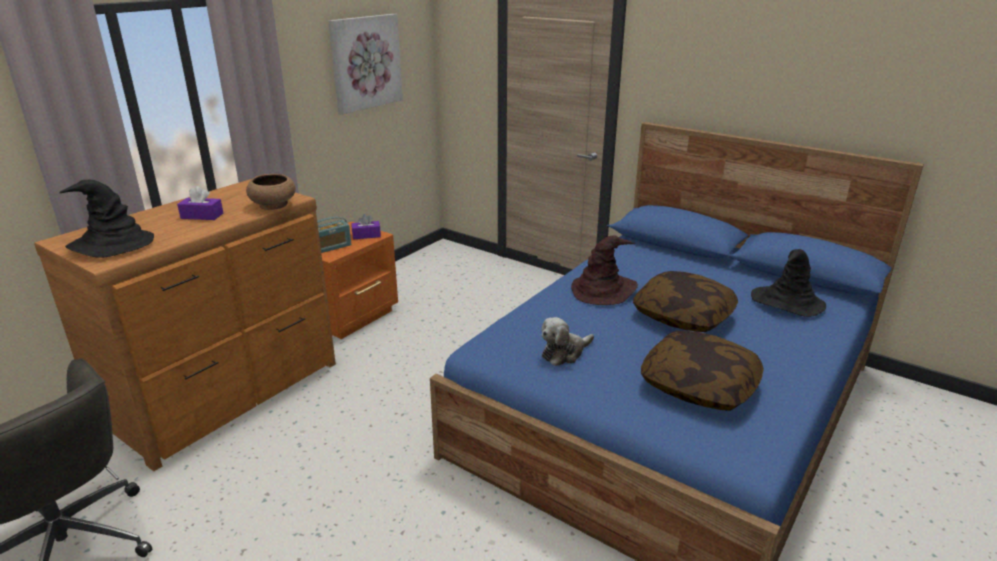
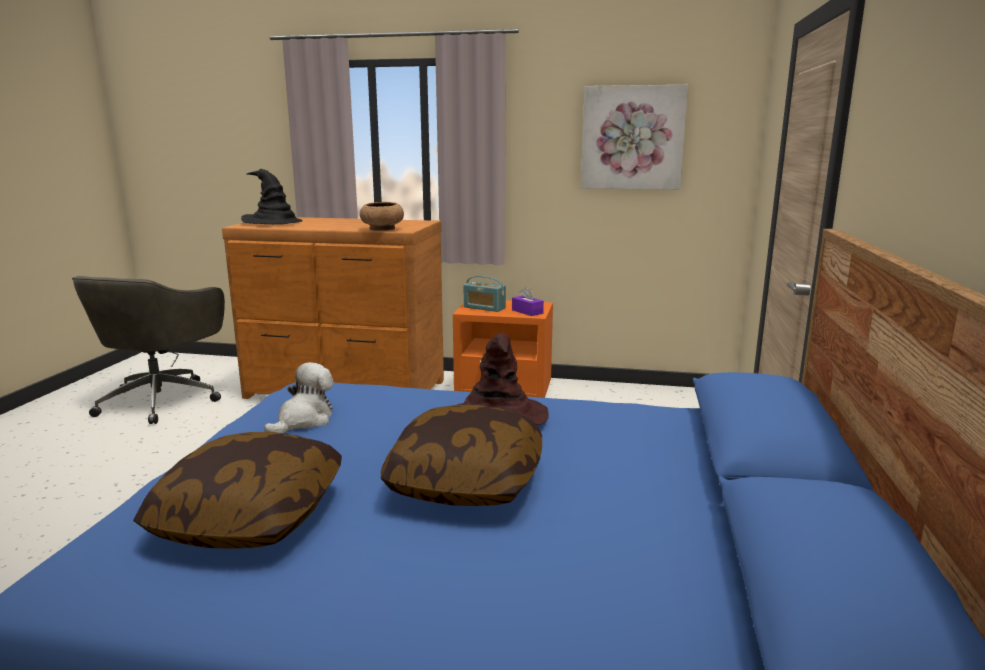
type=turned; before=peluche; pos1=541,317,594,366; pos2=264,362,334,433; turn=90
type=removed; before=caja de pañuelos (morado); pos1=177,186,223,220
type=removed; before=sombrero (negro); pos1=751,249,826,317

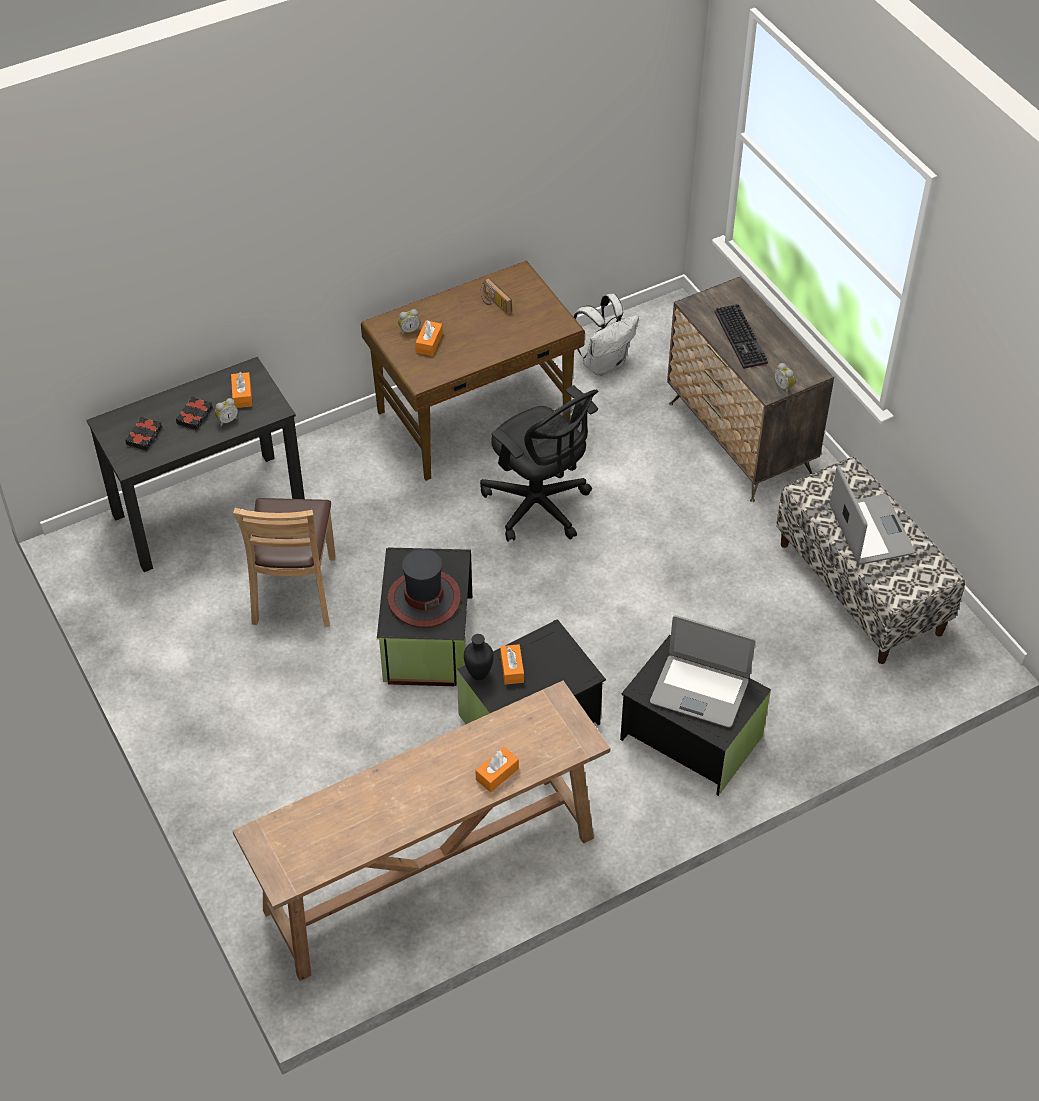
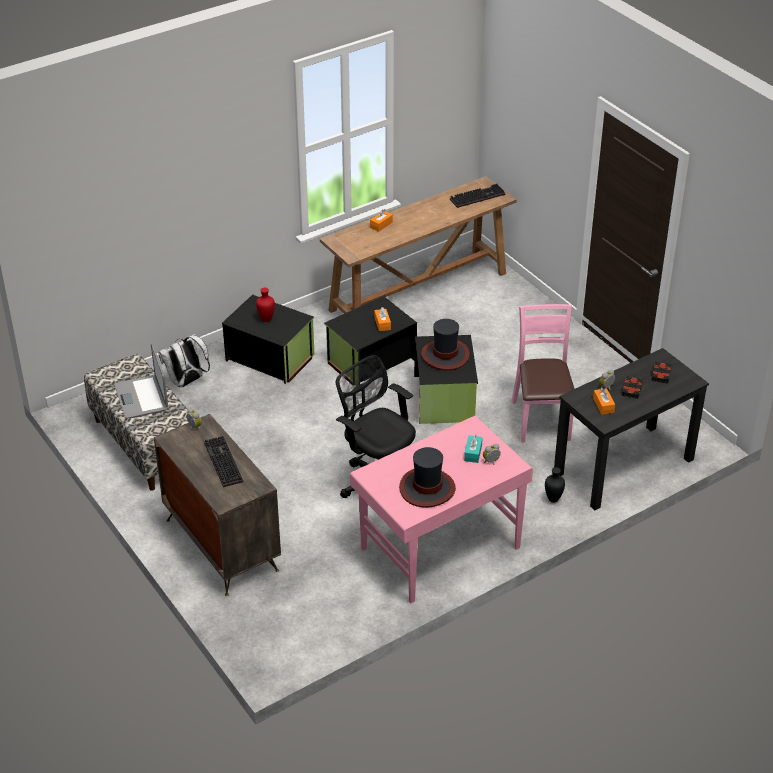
type=moved; before=mochila (blanco); pos1=574,294,639,376; pos2=158,334,210,388
type=replaced; before=portátil; after=florero (rojo); pos1=650,615,755,727; pos2=256,288,275,322
type=recoloured; before=escritorio (marrón); after=escritorio (rosa); pos1=361,261,585,481; pos2=350,416,533,604
type=replaced; before=radio; after=sombrero; pos1=480,278,512,314; pos2=399,447,456,508
type=added; after=teclado; pos2=450,184,505,208
type=recoloured; before=caja de pañuelos (naranja); after=caja de pañuelos (turquesa); pos1=415,320,443,356; pos2=464,435,483,463
type=recoloured; before=silla (marrón); after=silla (rosa); pos1=233,498,336,627; pos2=512,304,574,443
type=moved; before=florero (negro); pos1=464,634,494,680; pos2=545,467,565,503

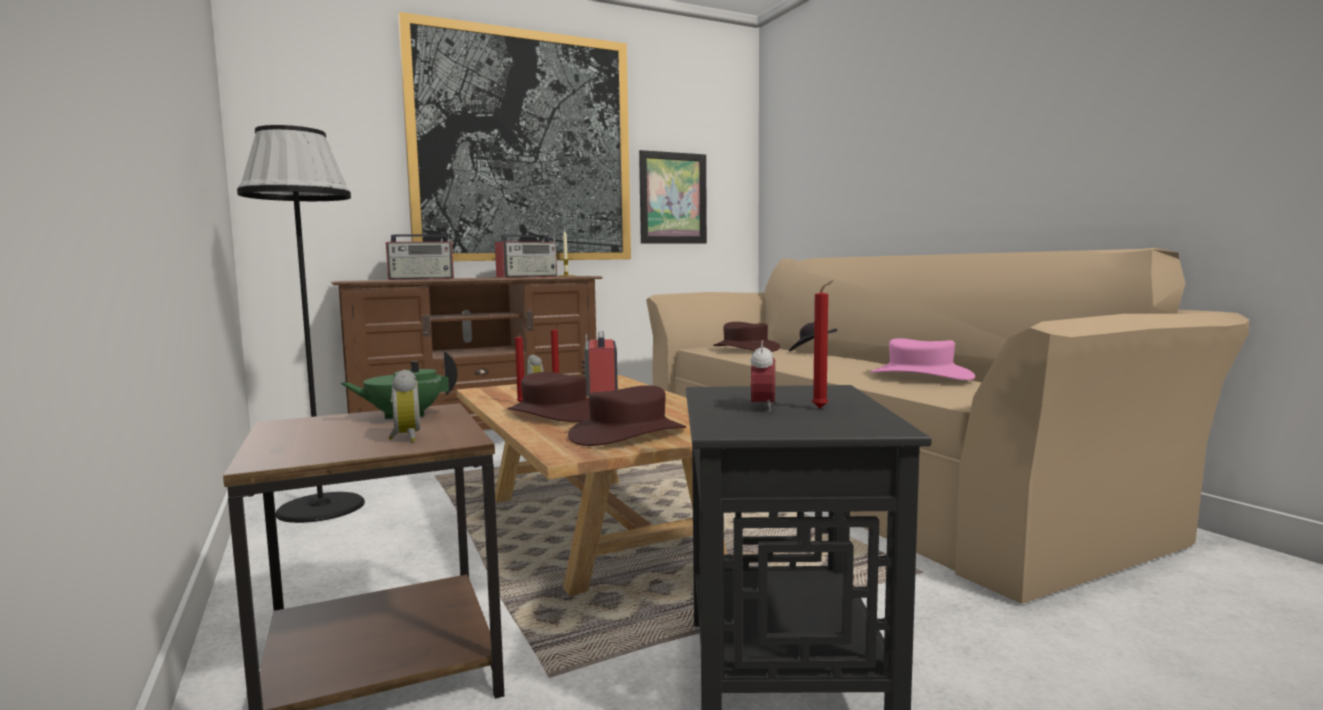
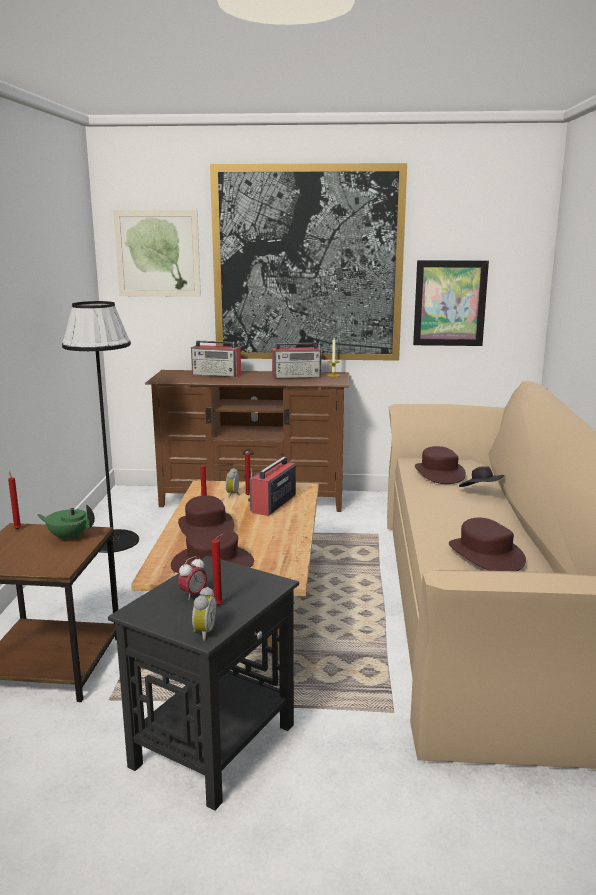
type=added; after=vela (rojo); pos2=8,471,21,529
type=added; after=cuadro; pos2=113,210,201,297
type=moved; before=despertador; pos1=389,370,420,442; pos2=192,587,217,641
type=recoloured; before=sombrero (rosa); after=sombrero (marrón); pos1=870,338,975,380; pos2=449,518,526,571

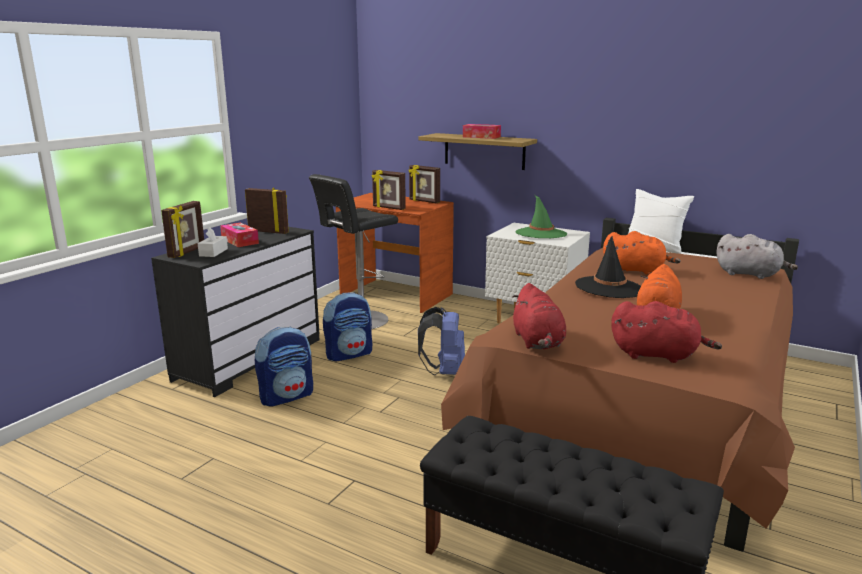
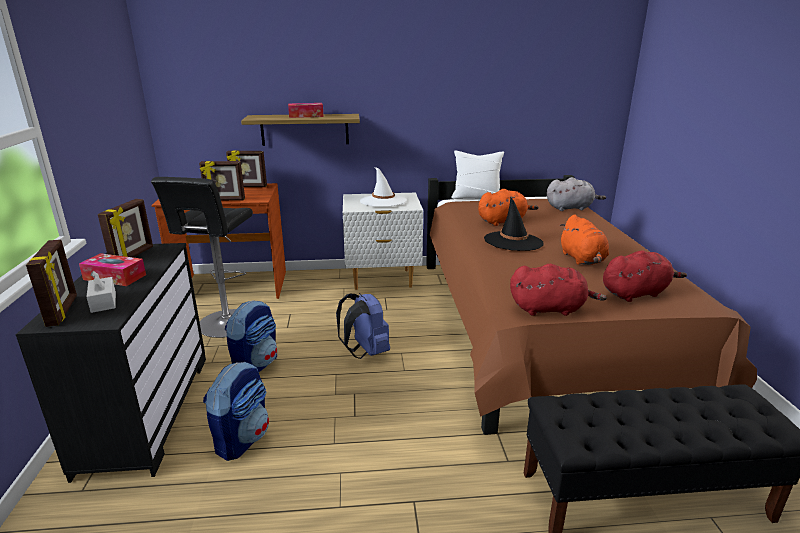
type=turned; before=portarretratos; pos1=245,188,289,234; pos2=98,199,153,257; turn=120
type=recoloured; before=sombrero (verde); after=sombrero (blanco); pos1=515,195,567,238; pos2=360,167,407,207
type=turned; before=peluche (rojo); pos1=512,283,566,349; pos2=510,264,607,316; turn=-45

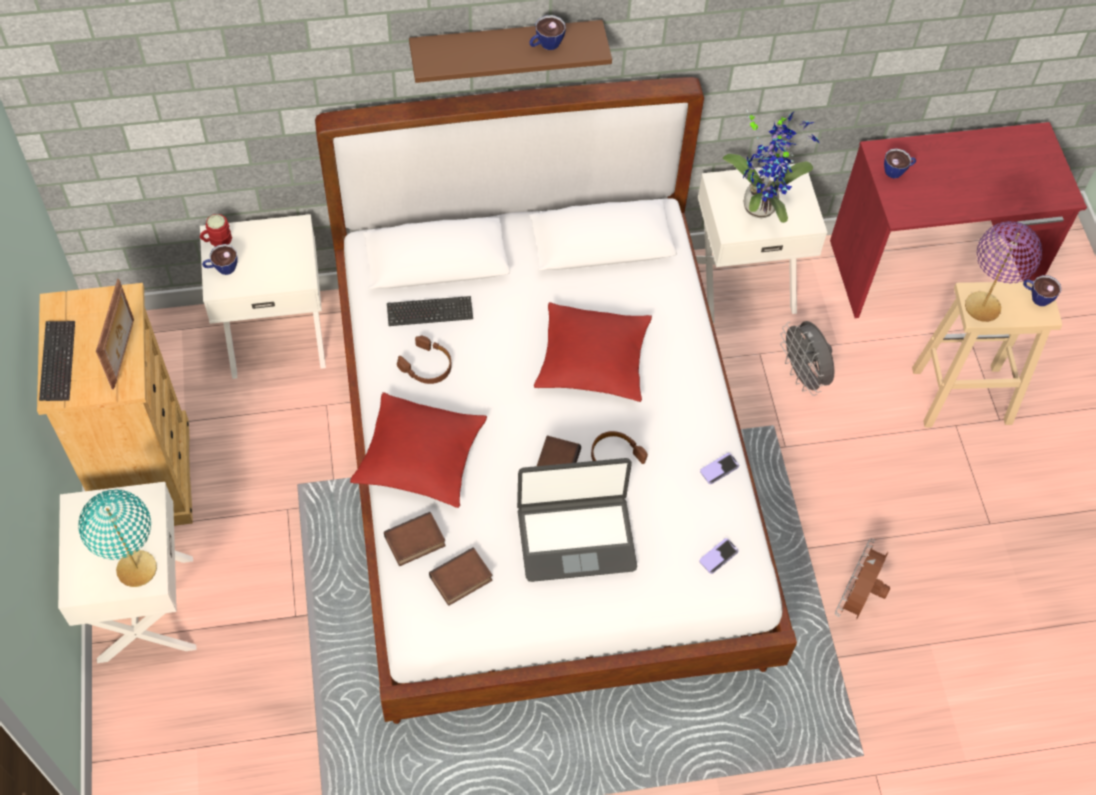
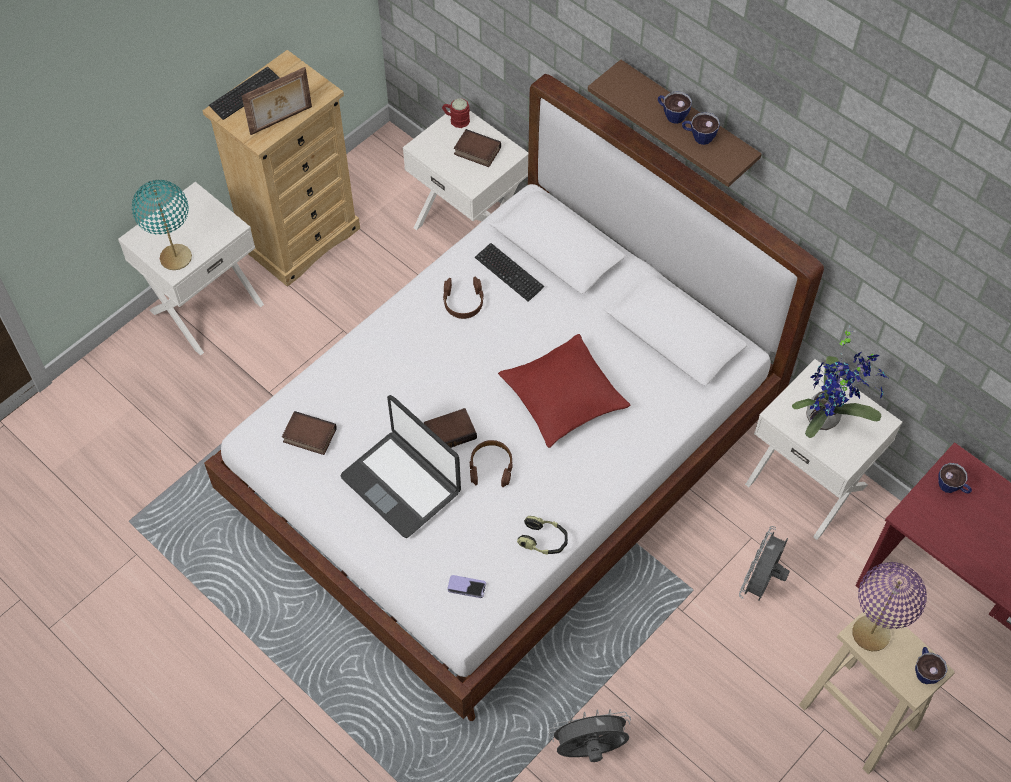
type=moved; before=libro; pos1=384,512,446,566; pos2=454,129,501,167
type=replaced; before=móvil; after=auriculares; pos1=700,453,739,484; pos2=517,516,568,555
type=recoloured; before=ventilador (marrón); after=ventilador (gris); pos1=835,539,890,620; pos2=548,709,631,762
type=moved; before=taza; pos1=202,244,238,275; pos2=658,91,692,124
type=removed; before=cojín (rojo); pos1=350,392,487,508

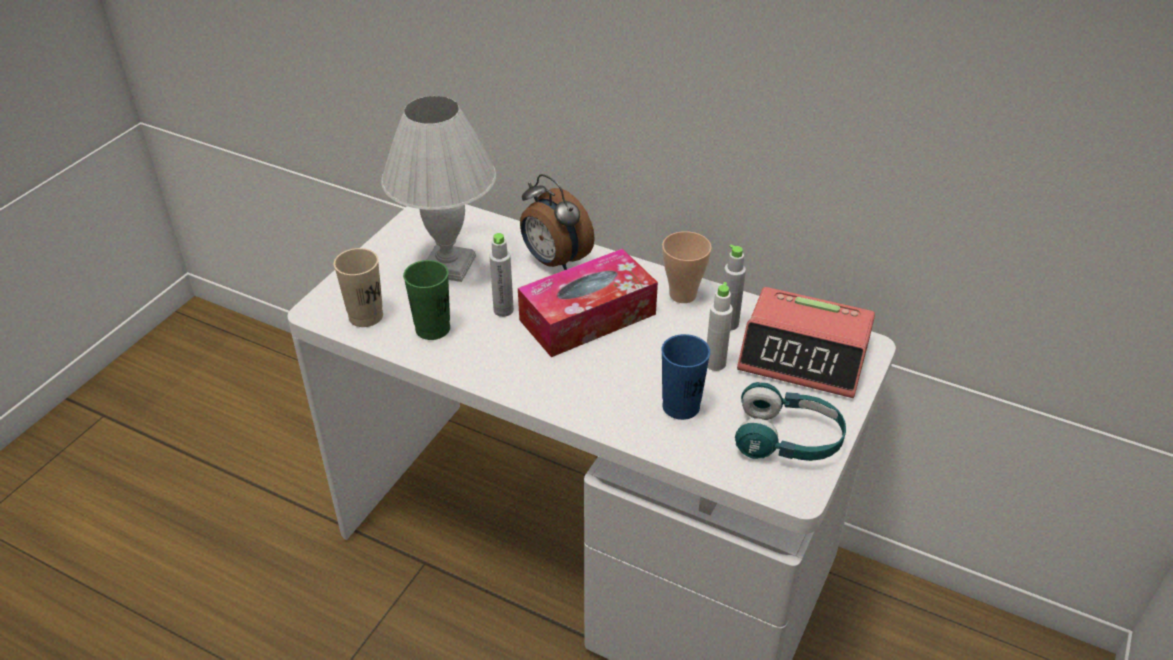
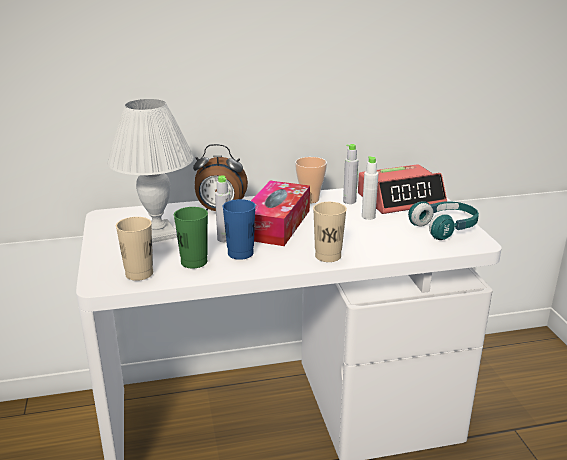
type=moved; before=taza (azul); pos1=661,334,710,420; pos2=223,199,256,260
type=added; after=taza (beis); pos2=313,202,347,262

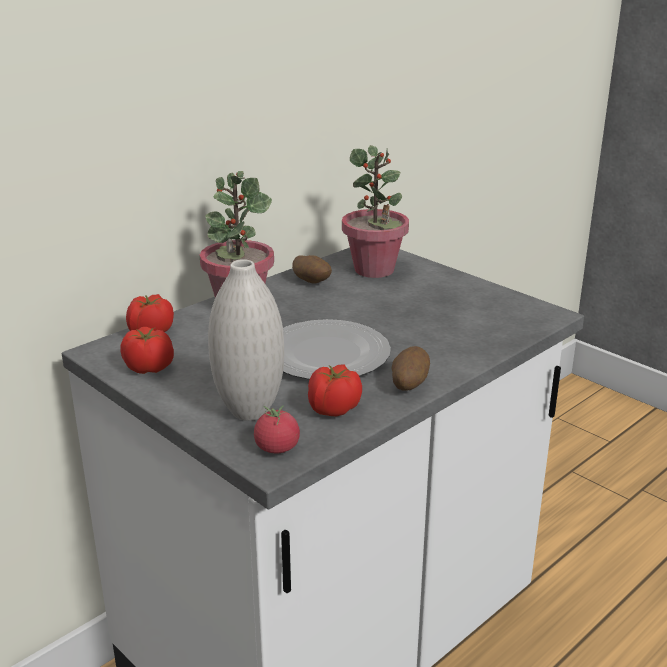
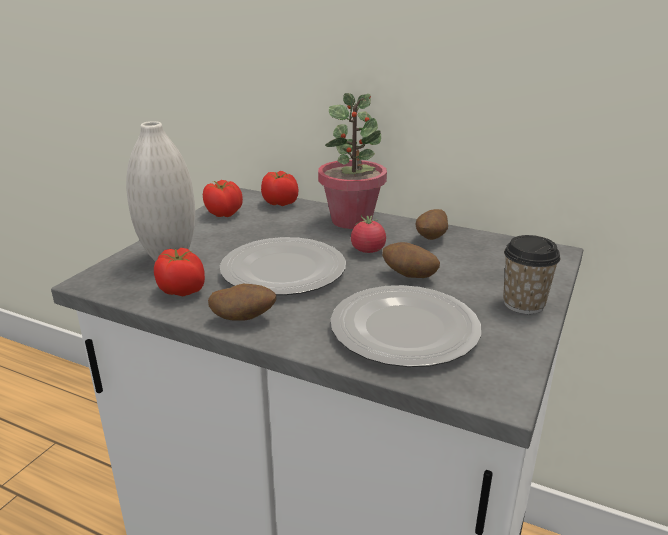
type=added; after=plato; pos2=331,285,481,367
type=moved; before=tomate; pos1=254,405,300,454; pos2=351,214,386,253
type=added; after=patata; pos2=382,242,440,278
type=added; after=taza; pos2=503,235,560,314
type=removed; before=planta en maceta; pos1=342,145,409,278

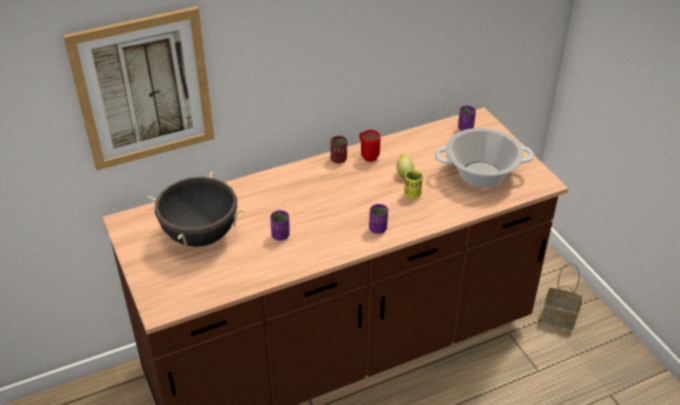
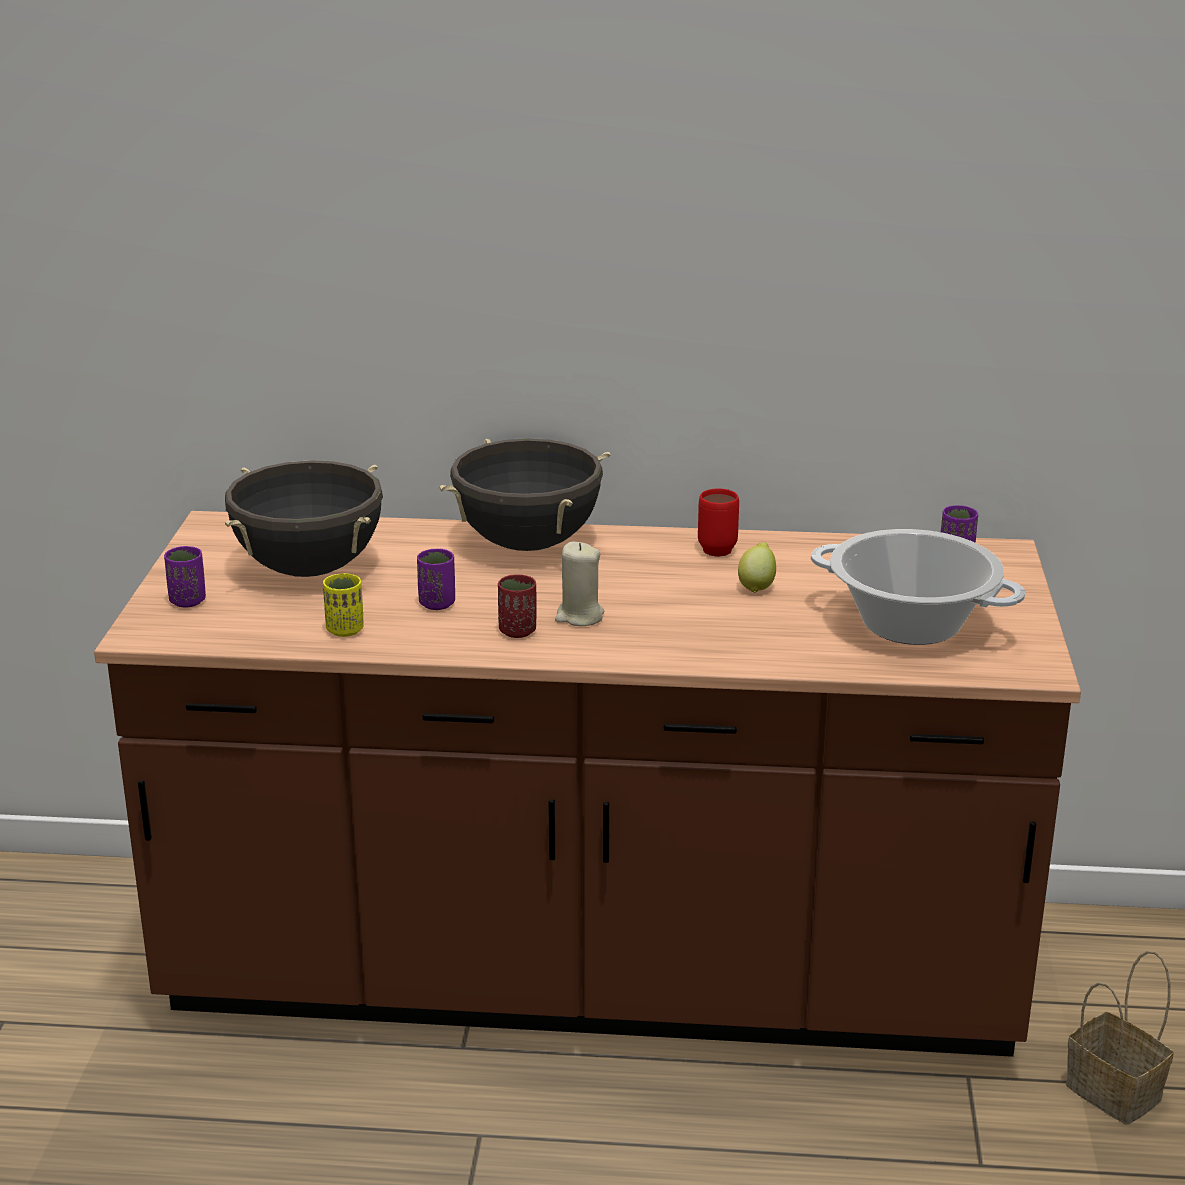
type=moved; before=taza (morado); pos1=369,204,388,234; pos2=164,546,206,608
type=moved; before=taza (amarillo); pos1=404,170,423,199; pos2=323,573,364,637
type=added; after=olla (negro); pos2=439,439,610,551
type=moved; before=taza (rojo); pos1=330,136,347,163; pos2=498,574,537,638
type=added; after=vela (beis); pos2=555,542,604,626
type=removed; before=cuadro; pos1=63,6,215,170

